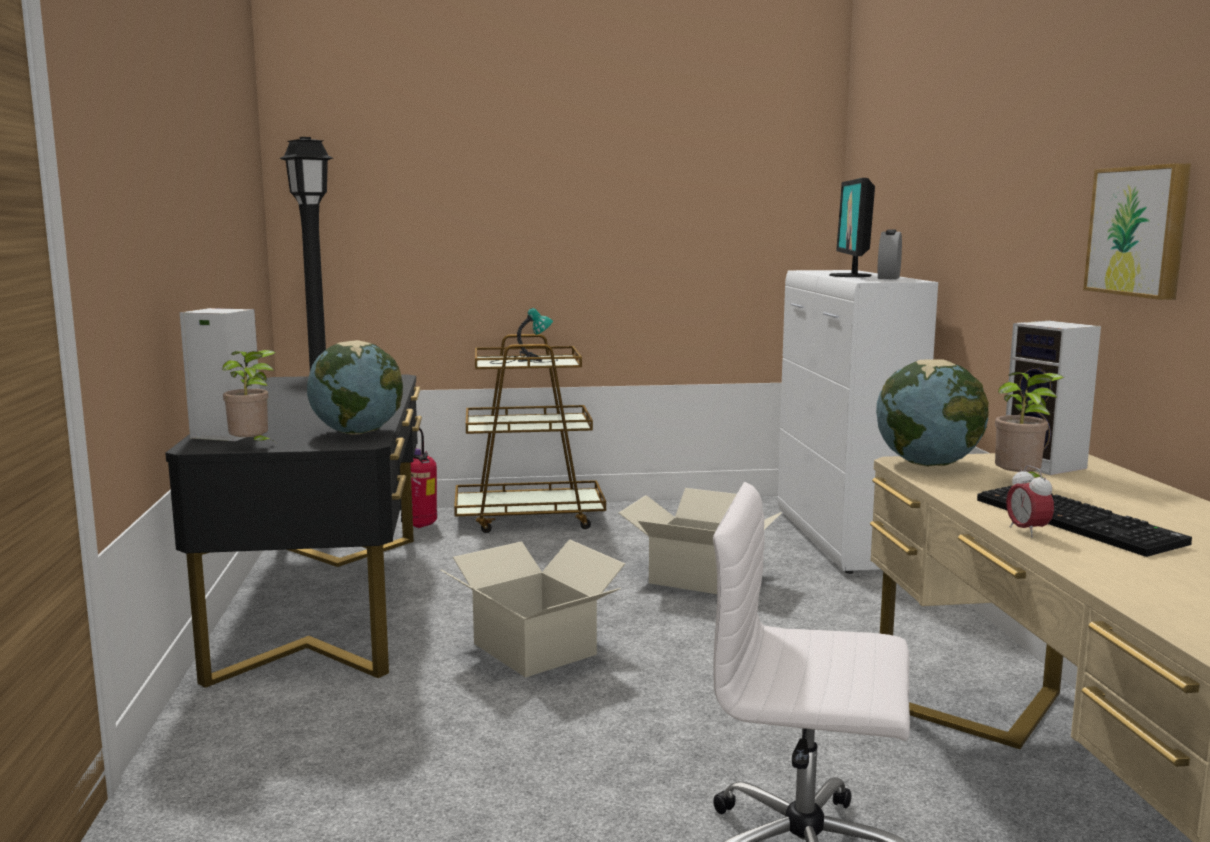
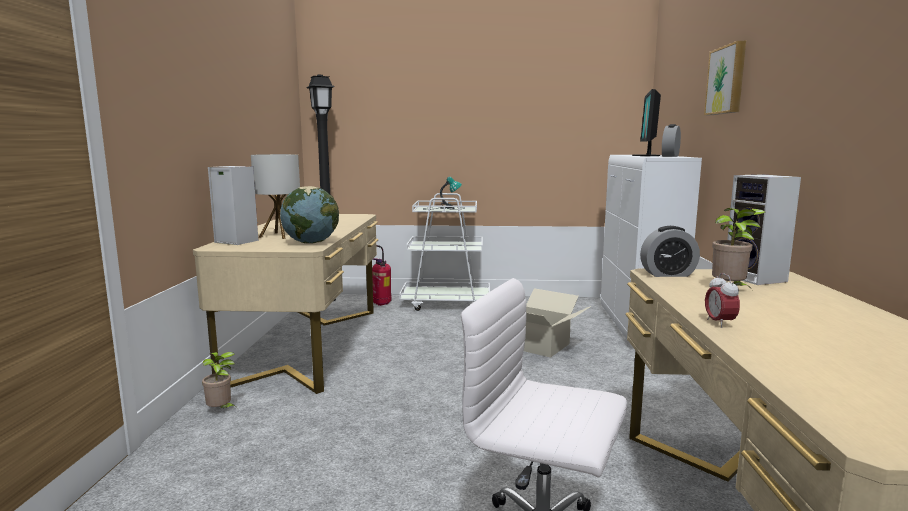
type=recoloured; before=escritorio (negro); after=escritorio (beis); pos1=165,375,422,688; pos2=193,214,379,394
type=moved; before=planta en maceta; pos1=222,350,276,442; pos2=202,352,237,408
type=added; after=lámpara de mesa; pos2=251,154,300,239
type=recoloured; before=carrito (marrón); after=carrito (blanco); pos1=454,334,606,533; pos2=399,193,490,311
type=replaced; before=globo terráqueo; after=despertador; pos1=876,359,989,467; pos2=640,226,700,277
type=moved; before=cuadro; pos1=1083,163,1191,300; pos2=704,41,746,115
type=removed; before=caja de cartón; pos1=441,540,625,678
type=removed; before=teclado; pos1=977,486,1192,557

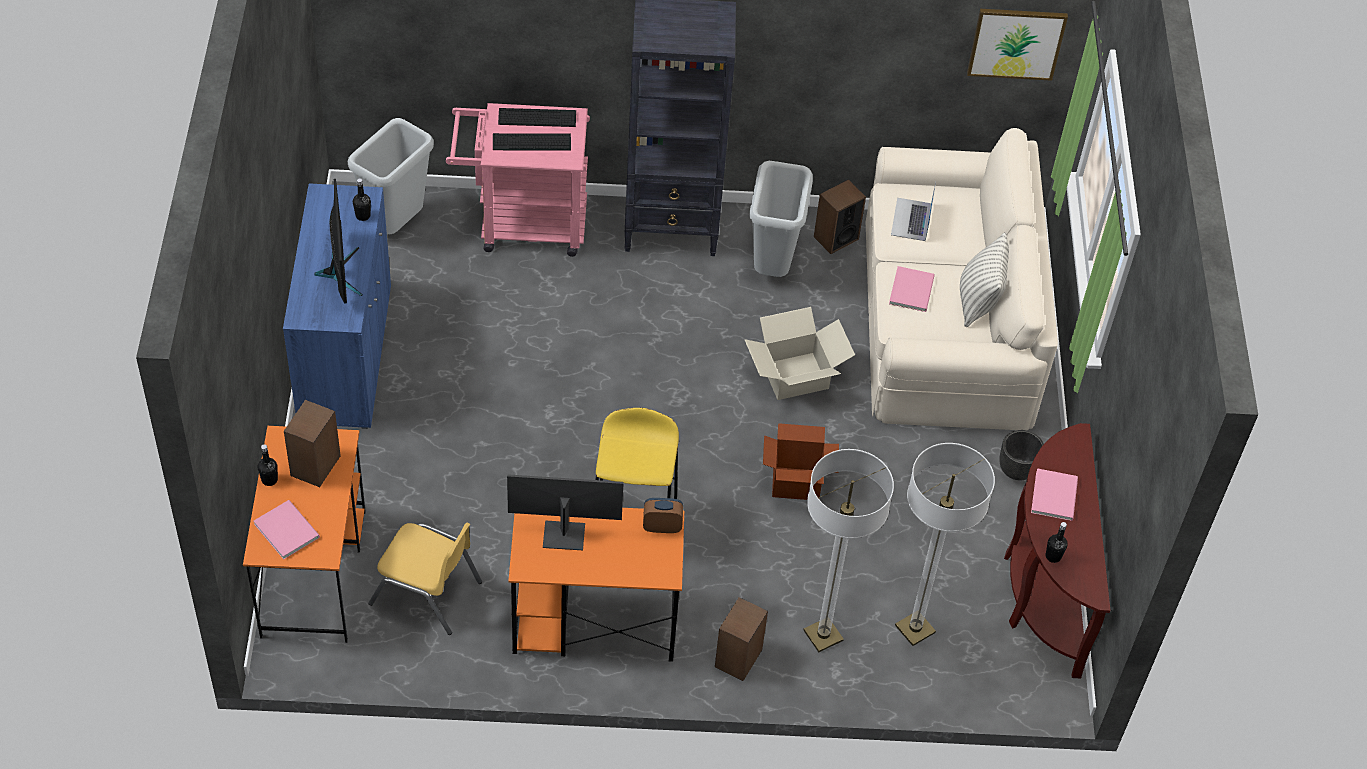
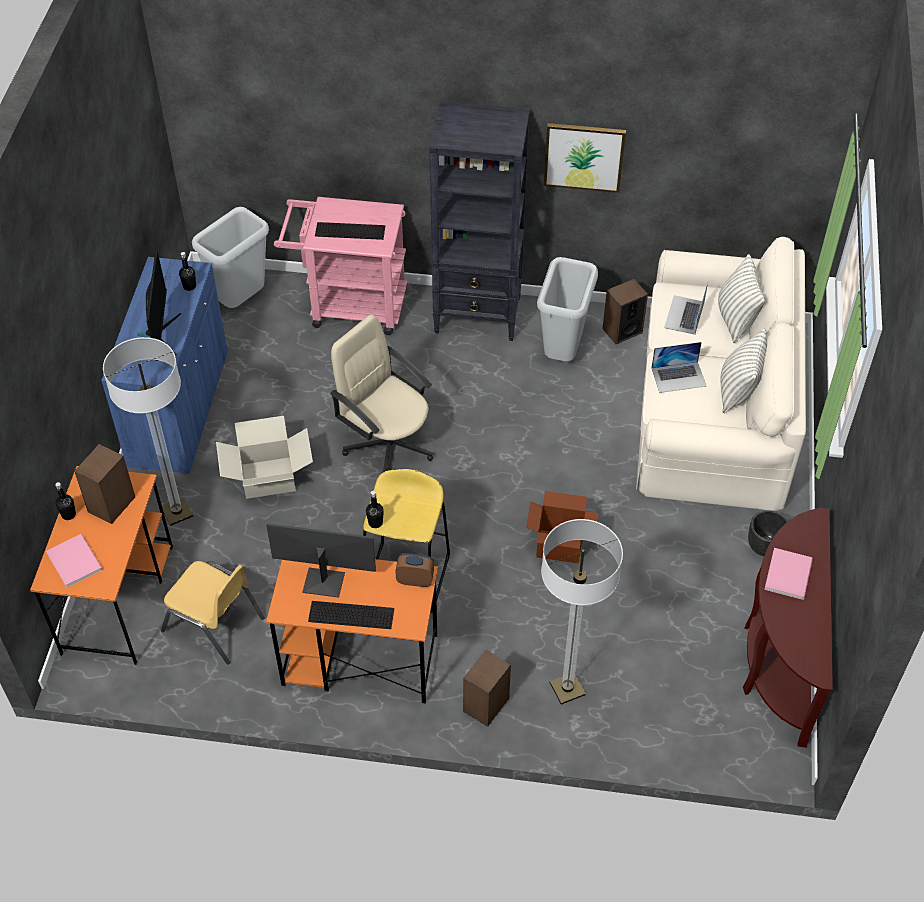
type=moved; before=lámpara de pie; pos1=895,443,995,646; pos2=103,337,193,526
type=moved; before=caja de cartón; pos1=745,307,855,400; pos2=216,416,313,499
type=moved; before=teclado; pos1=498,108,576,127; pos2=308,601,394,629
type=added; after=silla de oficina (beis); pos2=330,314,433,472
type=moved; before=botella (negro); pos1=1046,522,1068,563; pos2=366,491,384,528
type=moved; before=cuadro; pos1=967,9,1068,81; pos2=544,123,626,193
type=replaced; before=libro (rosa); after=portátil; pos1=889,266,935,312; pos2=651,342,706,393
type=added; after=cojín; pos2=718,254,765,343

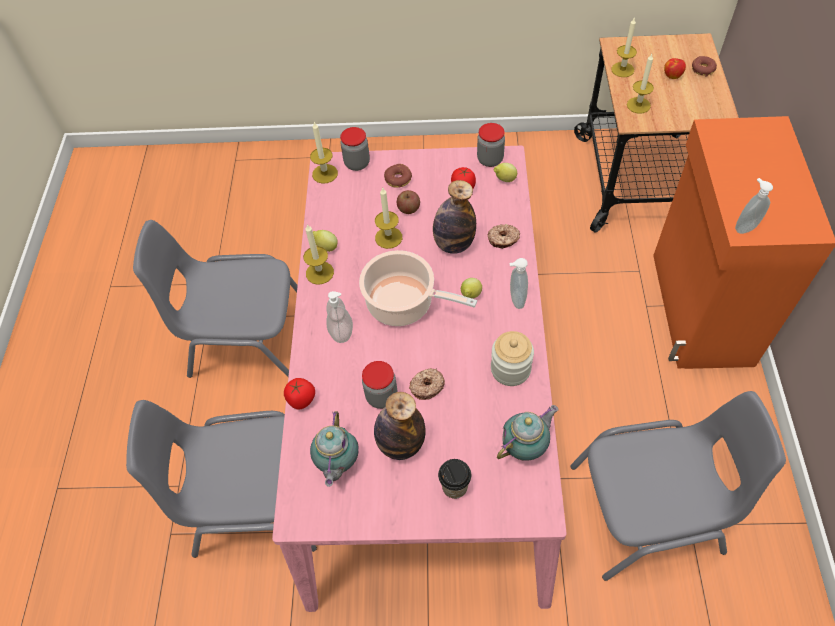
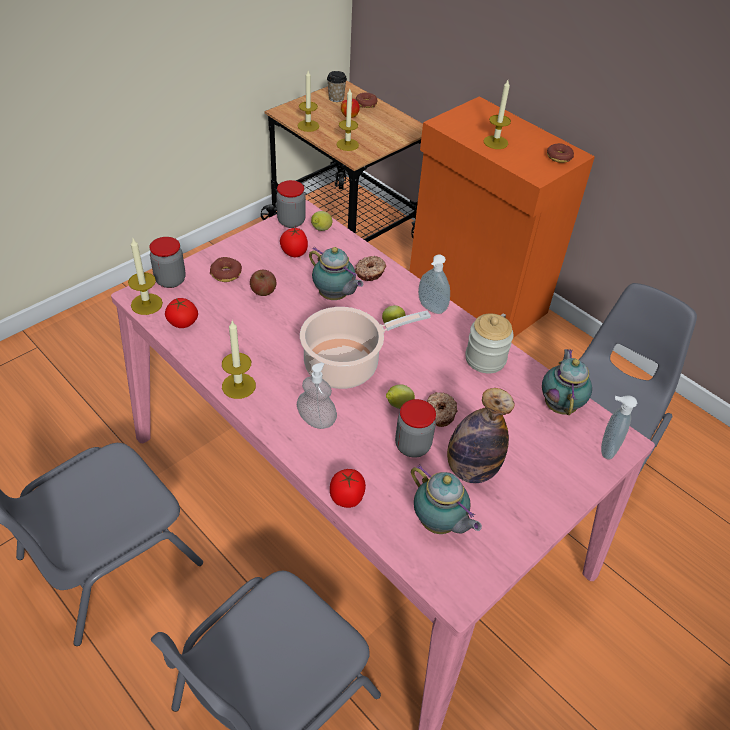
type=added; after=tomate; pos2=165,298,198,328
type=replaced; before=botella; after=tetera; pos1=433,180,476,254; pos2=309,247,363,300
type=moved; before=taza; pos1=438,459,471,499; pos2=327,71,347,102
type=moved; before=limón; pos1=313,230,337,252; pos2=386,385,415,409
type=moved; before=vela; pos1=375,188,402,249; pos2=483,80,511,149
type=added; after=rosquilla; pos2=547,143,574,163
type=moved; before=dispensador de jabón; pos1=735,178,773,234; pos2=601,396,637,460

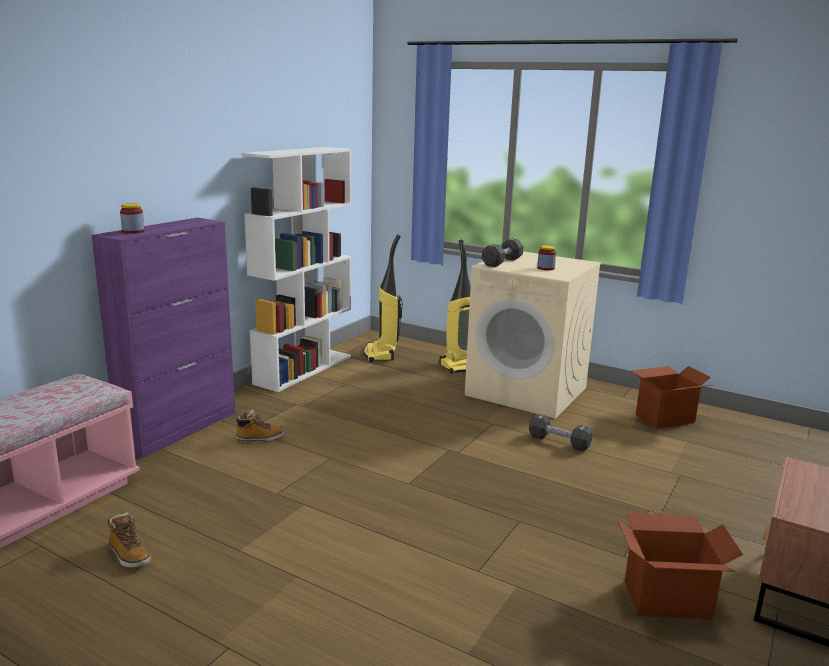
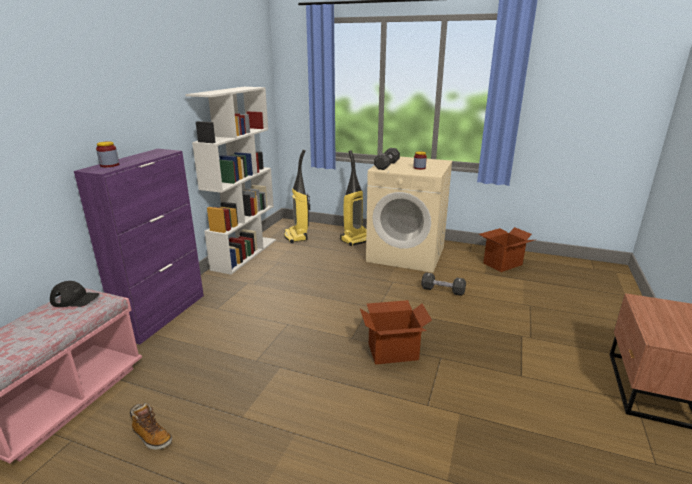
type=added; after=gorra (negro); pos2=50,281,99,307
type=moved; before=caja de cartón; pos1=618,513,743,619; pos2=360,300,432,365
type=removed; before=bota; pos1=235,410,285,442

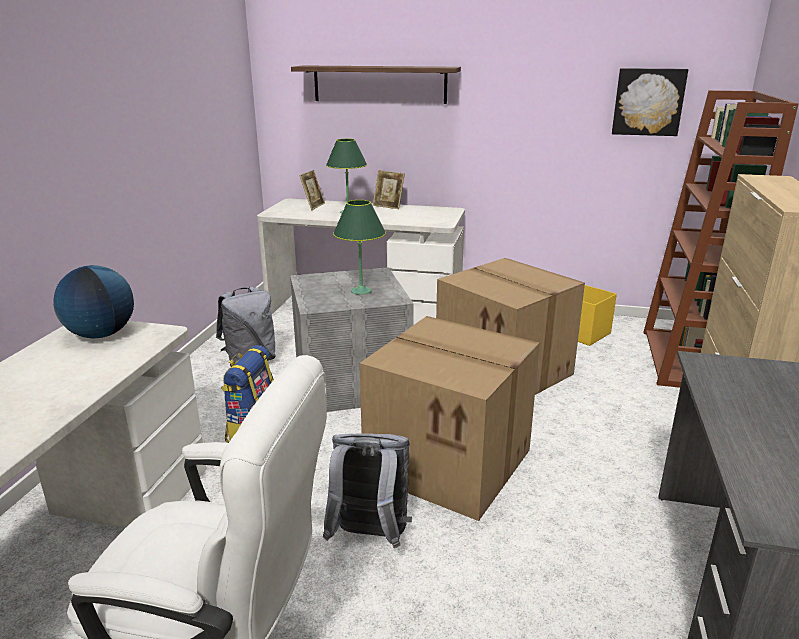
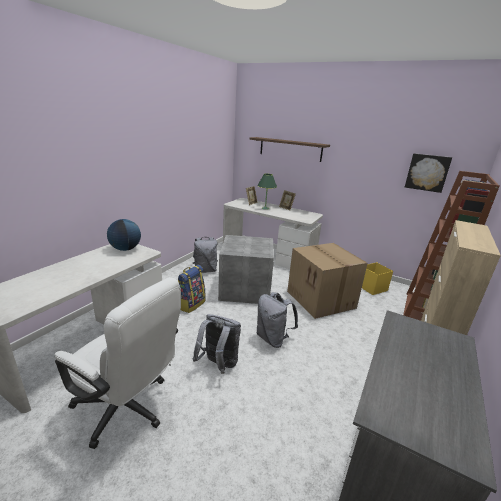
type=replaced; before=caja de cartón; after=mochila (gris); pos1=359,316,540,521; pos2=257,292,298,348
type=removed; before=lámpara de mesa (verde); pos1=333,200,386,295

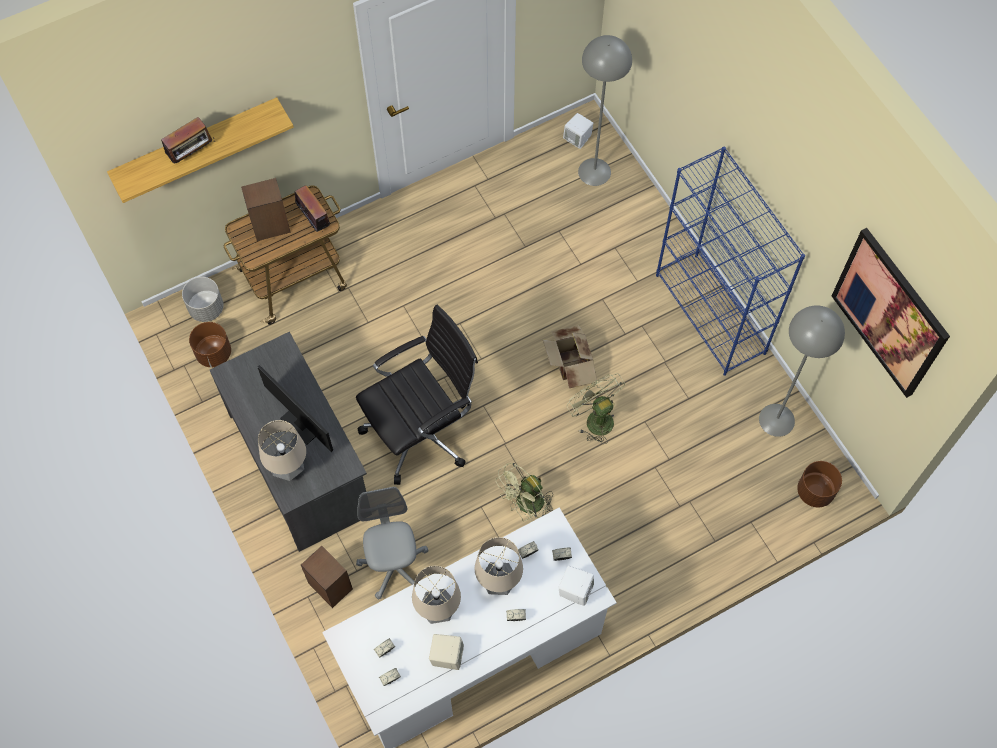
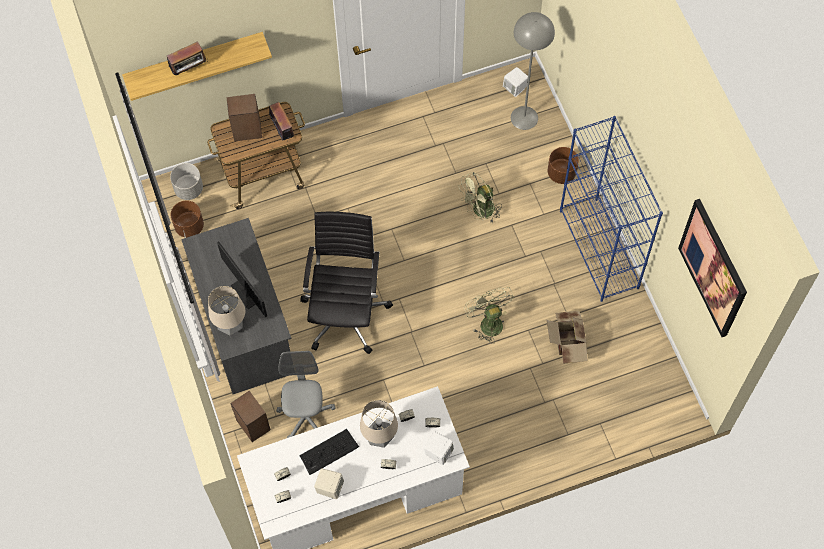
type=turned; before=silla de oficina (negro); pos1=356,305,478,485; pos2=300,212,393,354; turn=-60
type=replaced; before=lámpara de mesa; after=teclado; pos1=412,566,461,624; pos2=300,429,359,475
type=moved; before=ventilador (verde); pos1=495,463,553,522; pos2=458,172,502,222
type=moved; before=caja de cartón; pos1=543,325,597,388; pos2=547,311,588,364
type=moved; before=maceta (marrón); pos1=797,461,842,507; pos2=548,147,579,184
type=removed; before=lámpara de pie (gris); pos1=759,305,845,437

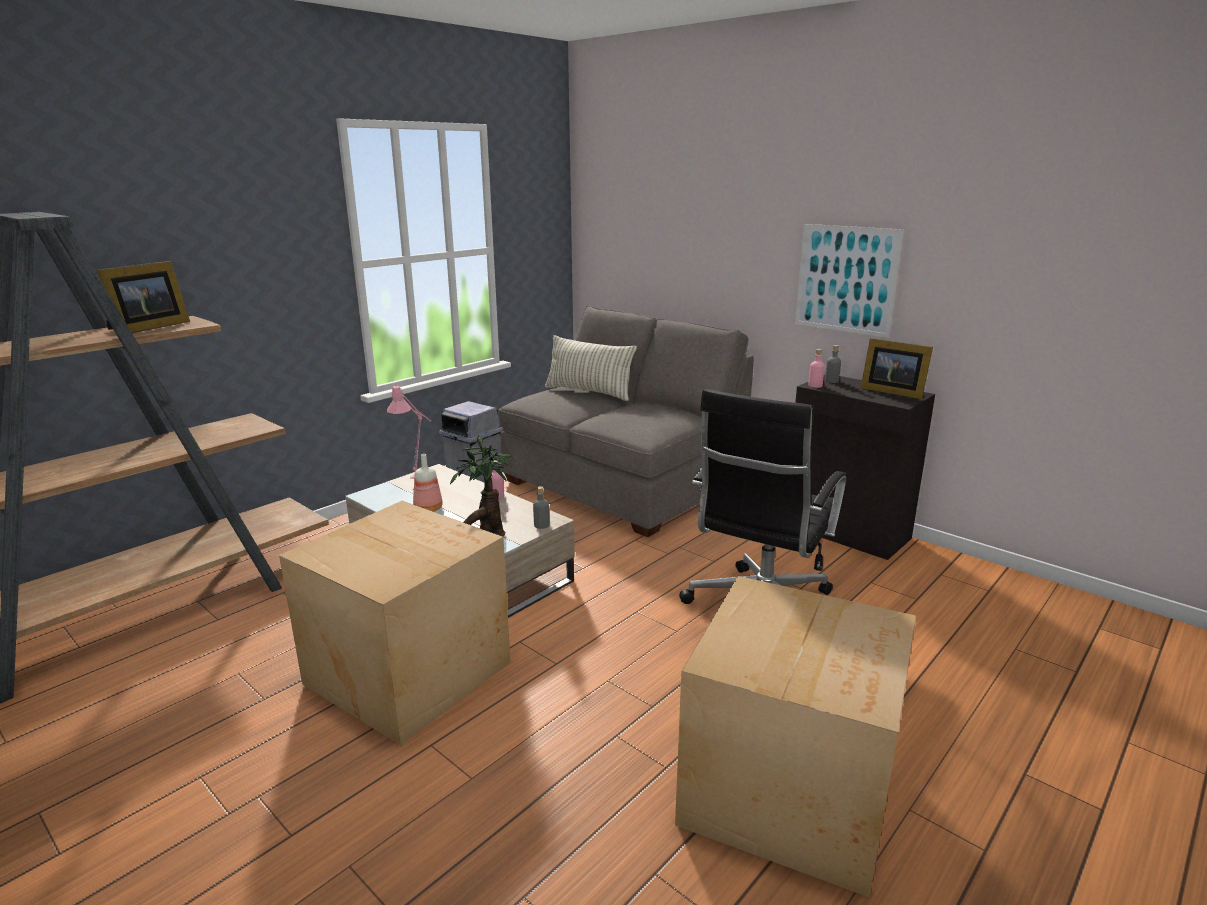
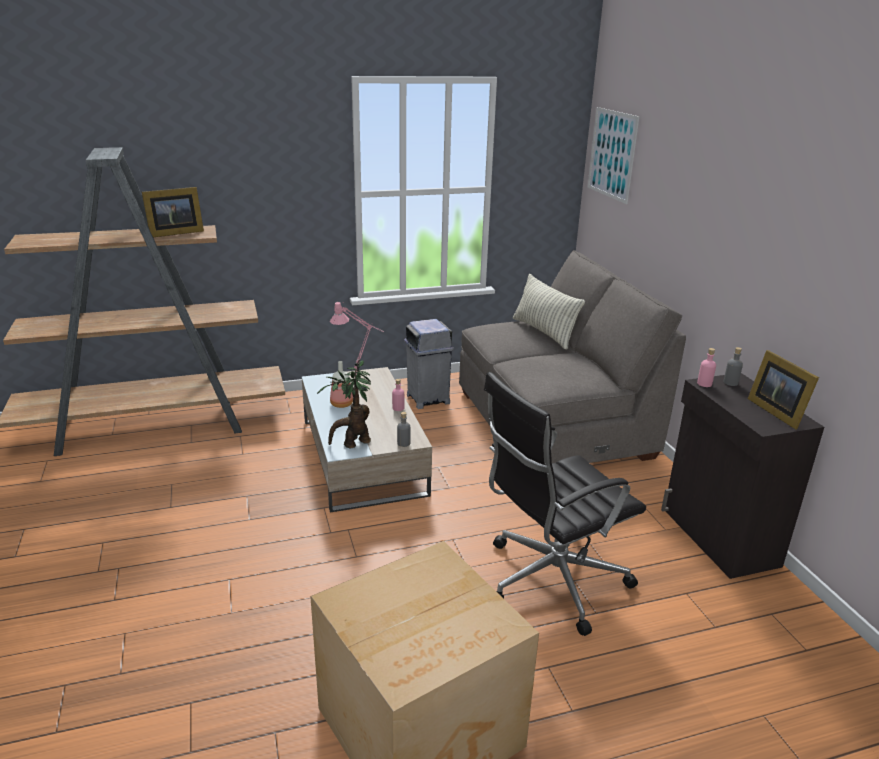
type=moved; before=cuadro; pos1=795,224,904,338; pos2=588,107,639,204
type=removed; before=caja de cartón; pos1=279,501,511,745

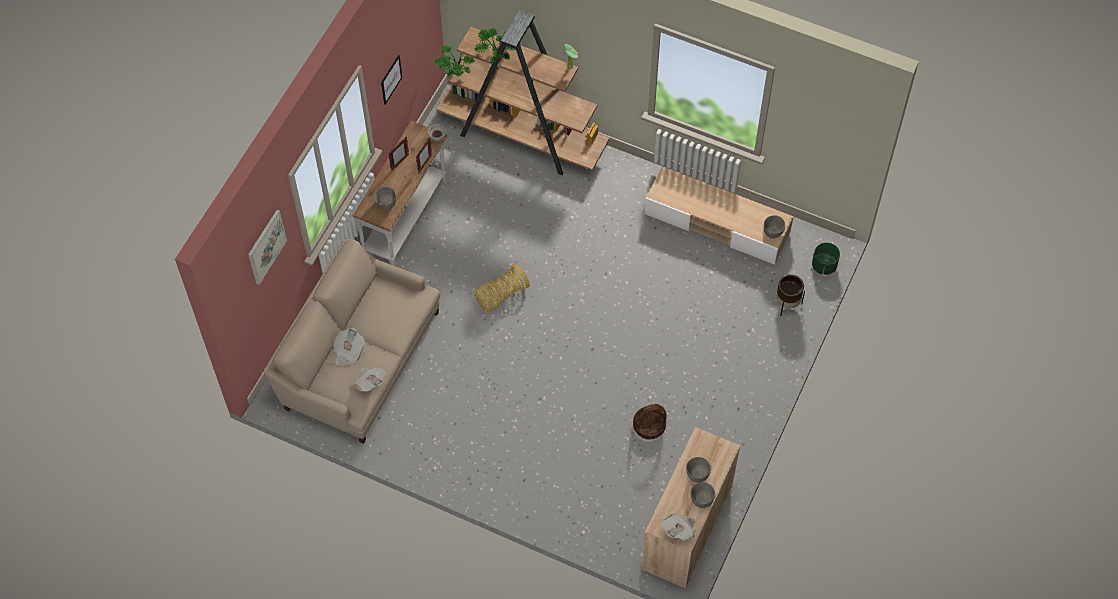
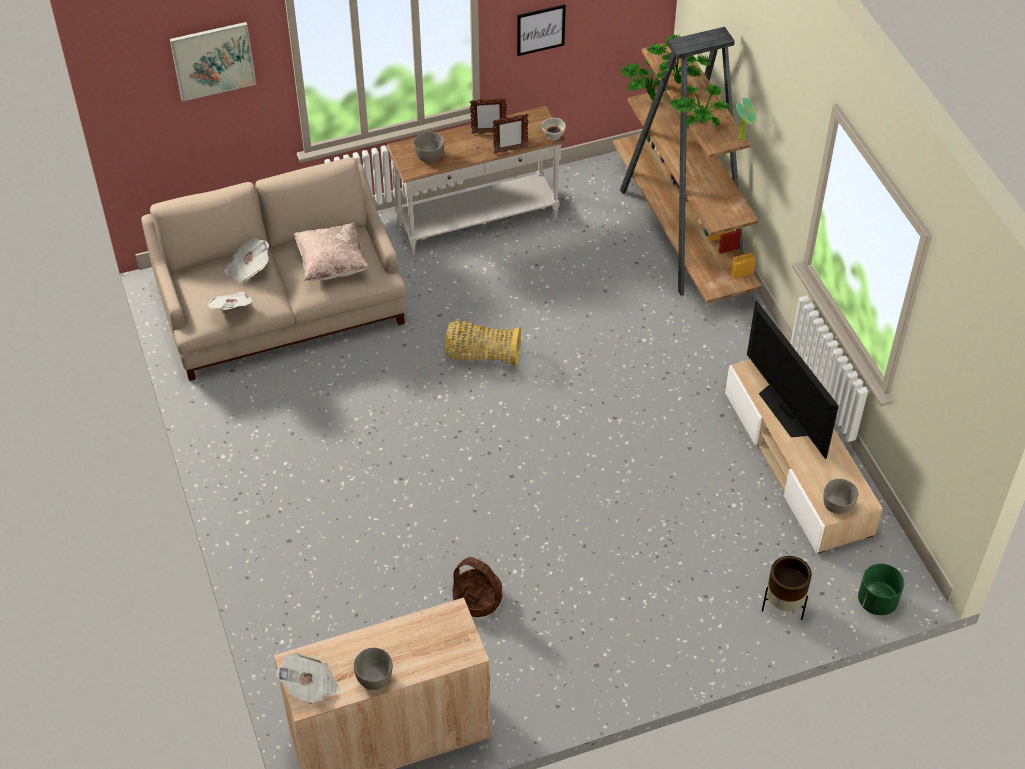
type=added; after=cojín (beis); pos2=293,223,370,281
type=added; after=planta en maceta; pos2=669,84,730,126
type=added; after=televisor; pos2=747,301,839,459
type=removed; before=cuenco (gris); pos1=686,457,711,483

